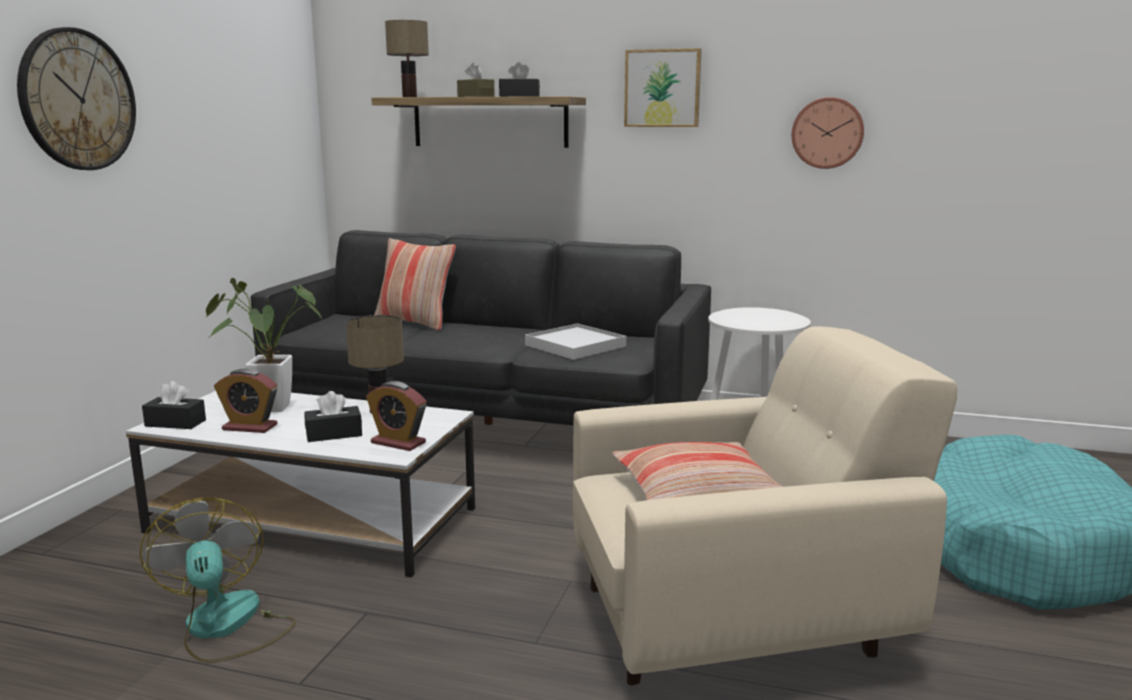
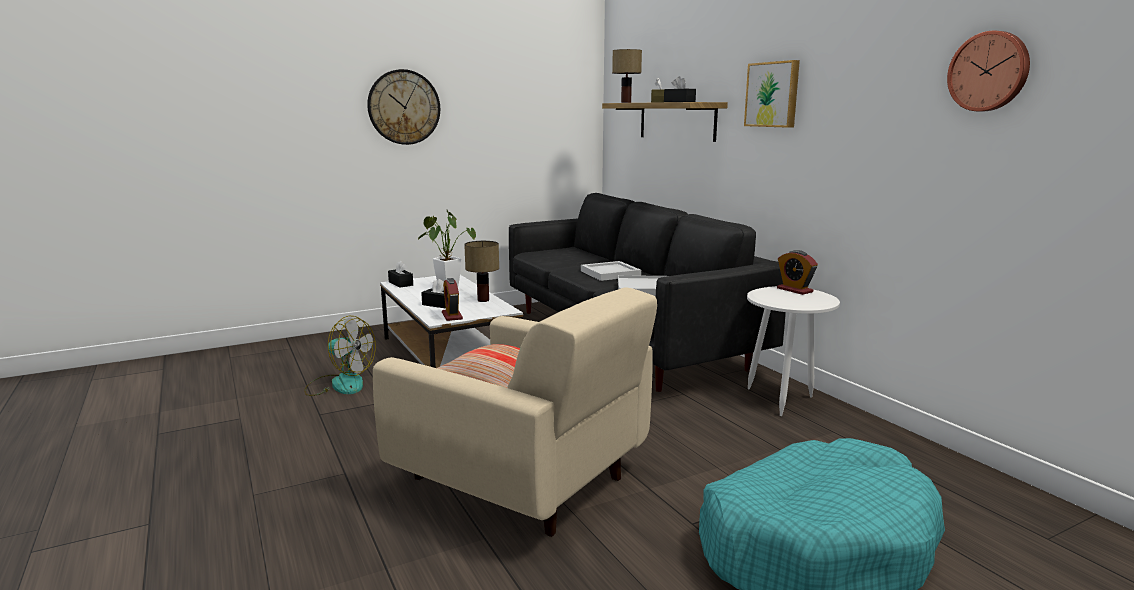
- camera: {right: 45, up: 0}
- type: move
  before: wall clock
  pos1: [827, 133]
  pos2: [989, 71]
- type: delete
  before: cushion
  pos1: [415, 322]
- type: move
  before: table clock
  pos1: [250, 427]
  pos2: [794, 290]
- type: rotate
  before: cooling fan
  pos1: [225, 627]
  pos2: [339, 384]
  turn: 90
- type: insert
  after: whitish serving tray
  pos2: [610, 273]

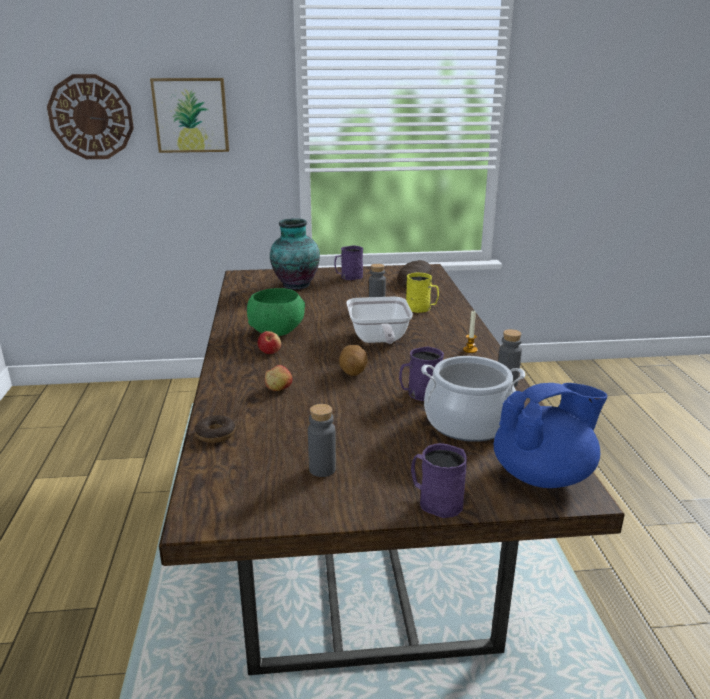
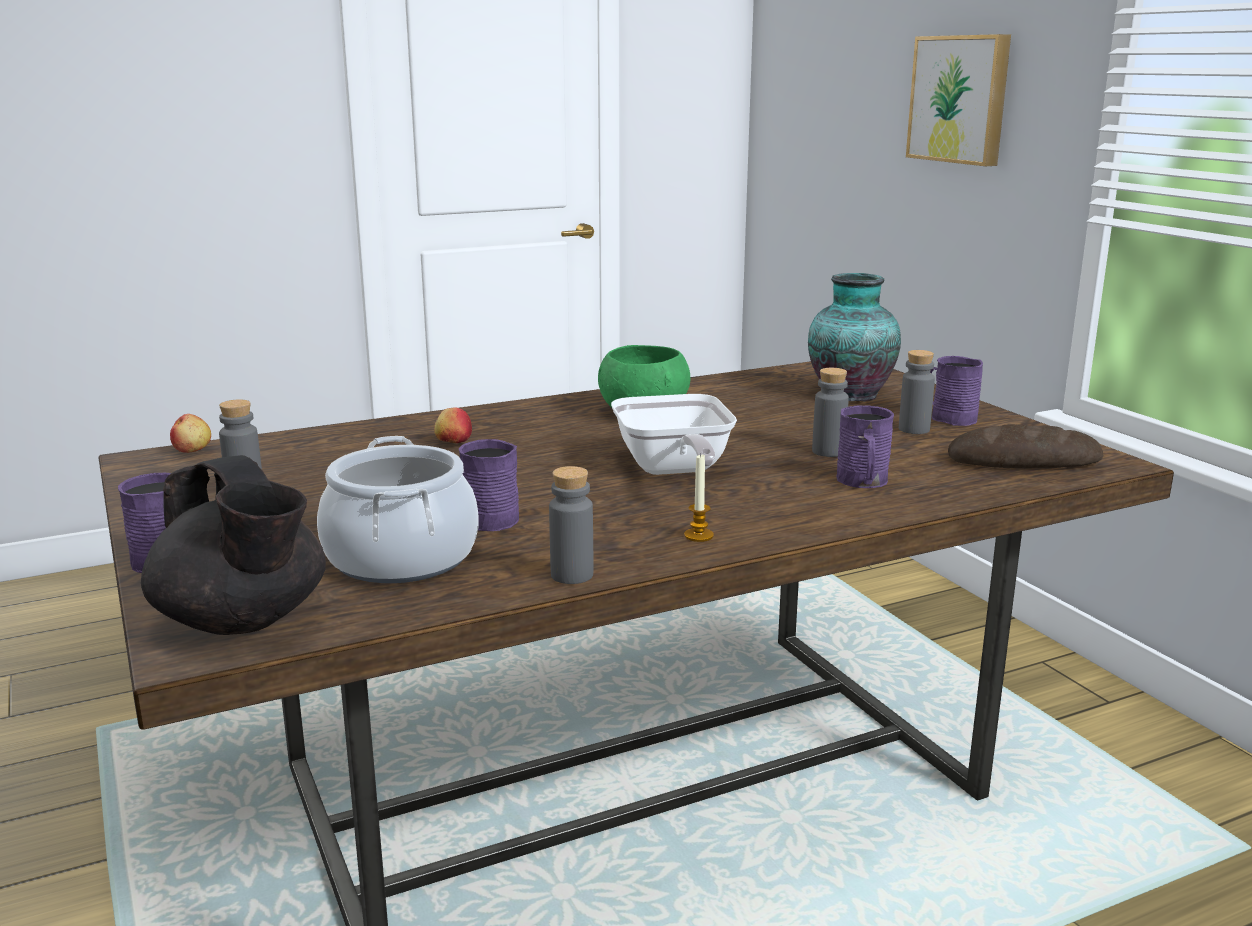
- camera: {right: 70, up: -5}
- type: delete
  before: wall clock
  pos1: [91, 117]
- type: recolor
  before: yellow mug
  after: purple-coloured mug
  pos1: [421, 308]
  pos2: [863, 482]
- type: rotate
  before: pan
  pos1: [378, 340]
  pos2: [673, 470]
  turn: -75
- type: move
  before: apple
  pos1: [270, 351]
  pos2: [193, 450]
- type: delete
  before: whole potato
  pos1: [353, 372]
- type: recolor
  before: blue-coloured tea pot
  after: blackish tea pot
  pos1: [543, 475]
  pos2: [243, 621]
- type: delete
  before: donut
  pos1: [215, 434]
- type: insert
  after: gray drink bottle
  pos2: [914, 429]

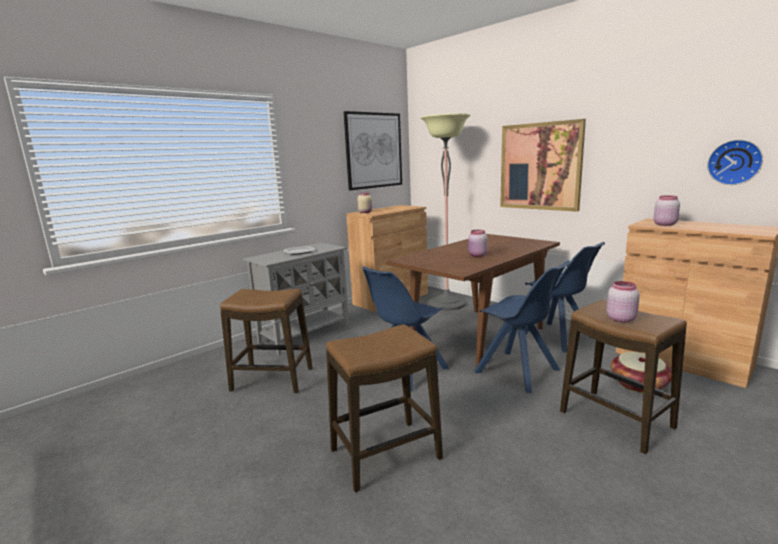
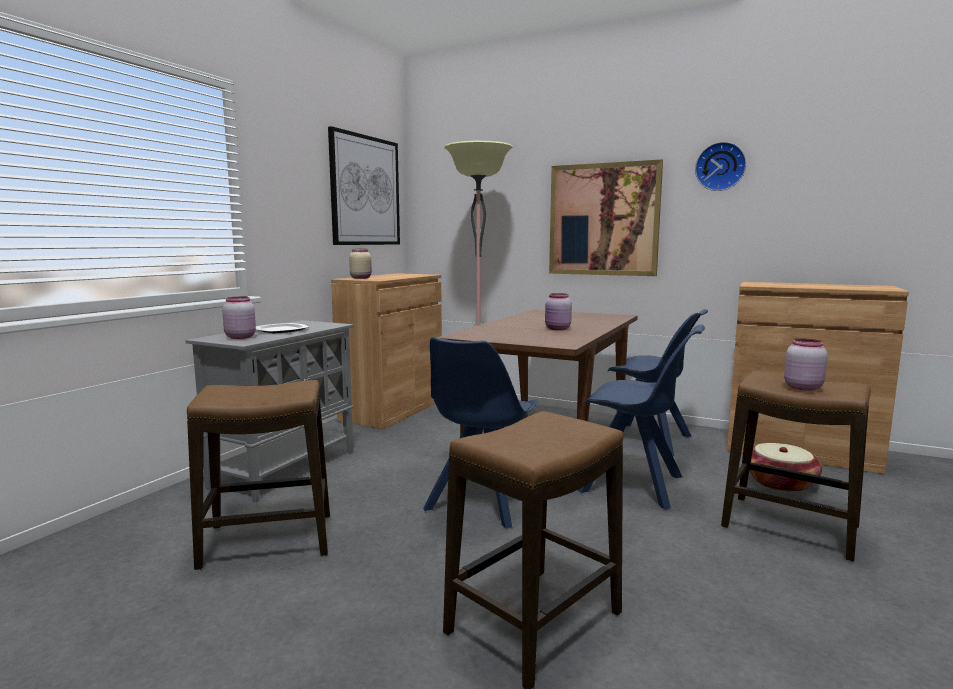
- camera: {right: -20, up: -5}
- type: move
  before: wall clock
  pos1: [734, 162]
  pos2: [720, 167]
- type: move
  before: pink storage jar
  pos1: [664, 224]
  pos2: [240, 337]

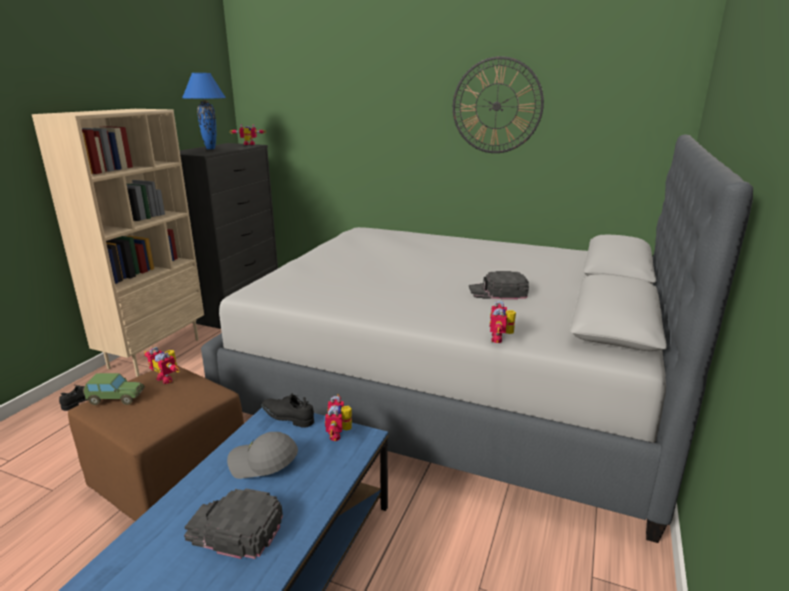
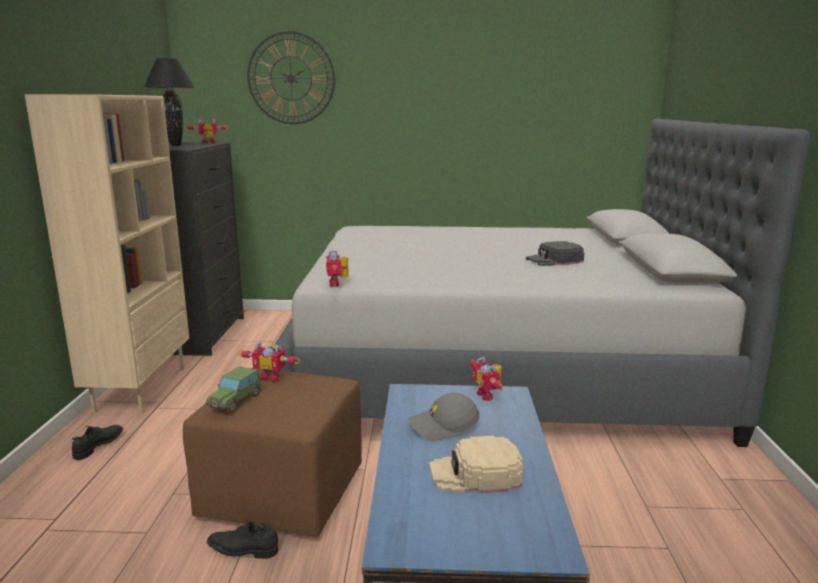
- camera: {right: -20, up: -5}
- type: move
  before: wall clock
  pos1: [496, 106]
  pos2: [291, 78]
- type: recolor
  before: blue-coloured table lamp
  after: blackish table lamp
  pos1: [210, 149]
  pos2: [175, 145]
- type: move
  before: model robot
  pos1: [501, 338]
  pos2: [337, 283]
- type: rotate
  before: model car
  pos1: [115, 398]
  pos2: [235, 401]
  turn: 135
- type: move
  before: blackish item of footwear
  pos1: [287, 417]
  pos2: [242, 550]
- type: recolor
  before: blackish peaked cap
  after: beige peaked cap
  pos1: [234, 528]
  pos2: [475, 474]

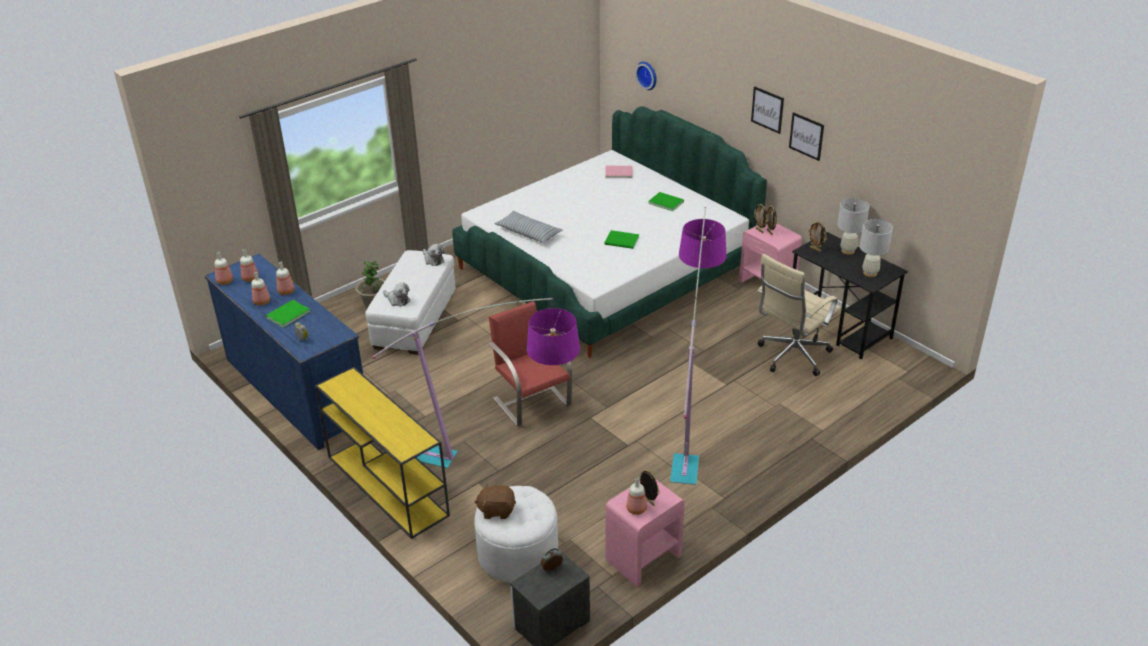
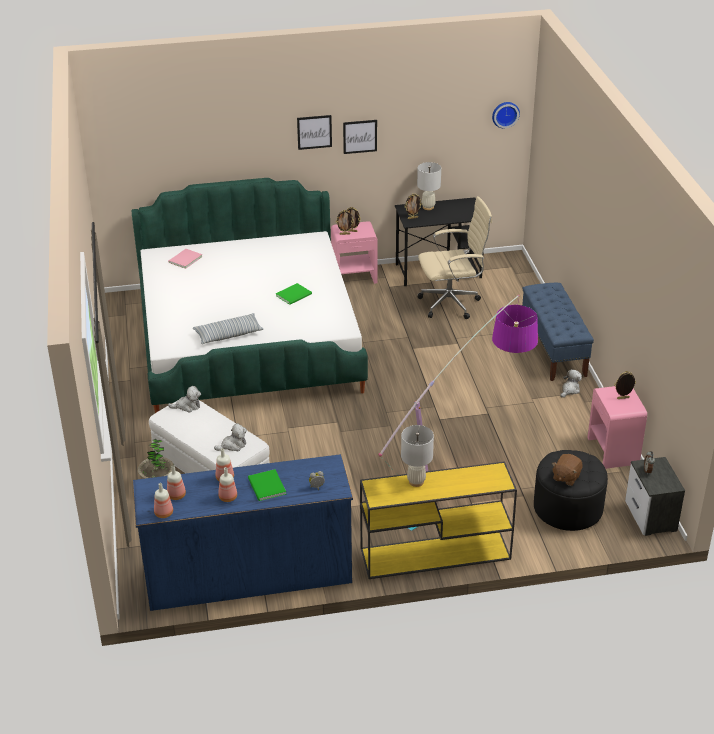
- camera: {right: -60, up: 0}
- type: move
  before: wall clock
  pos1: [648, 75]
  pos2: [505, 114]
- type: delete
  before: green volume
  pos1: [665, 202]
- type: delete
  before: floor lamp
  pos1: [690, 420]
- type: move
  before: whitish table lamp
  pos1: [870, 273]
  pos2: [416, 481]
- type: rotate
  before: beige office chair
  pos1: [791, 357]
  pos2: [452, 303]
  turn: -90
- type: delete
  before: red-coloured upright chair
  pos1: [531, 401]
- type: delete
  before: drink bottle
  pos1: [636, 508]
- type: recolor
  before: whitish pouffe
  after: blackish pouffe
  pos1: [518, 554]
  pos2: [568, 508]
- type: insert
  after: blue-coloured indoor bench
  pos2: [553, 349]
- type: insert
  after: plush toy
  pos2: [570, 390]

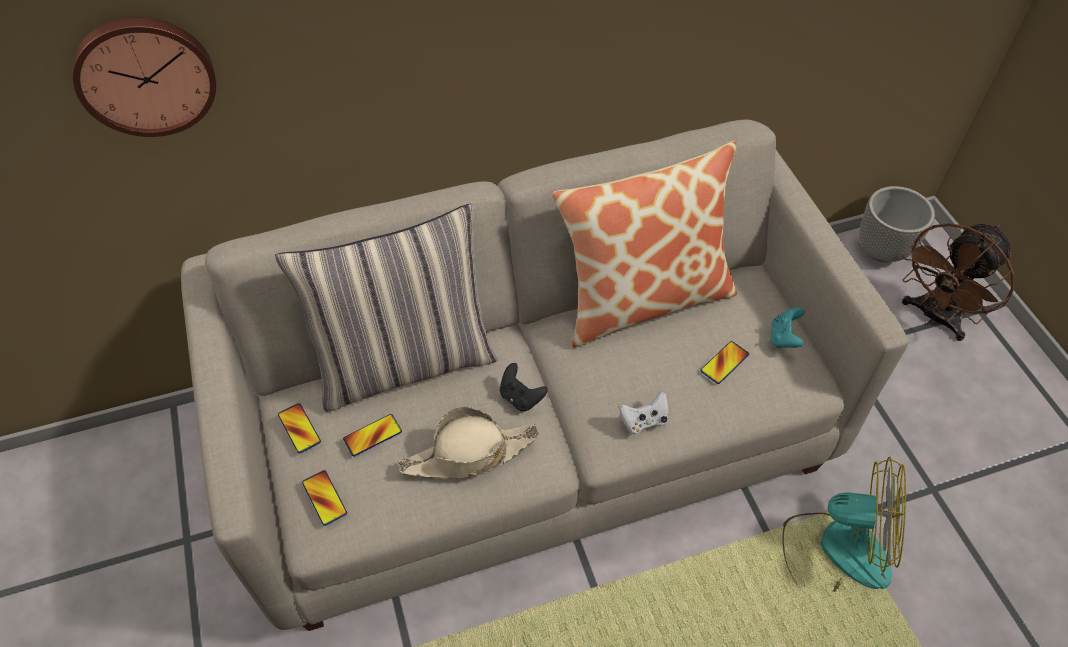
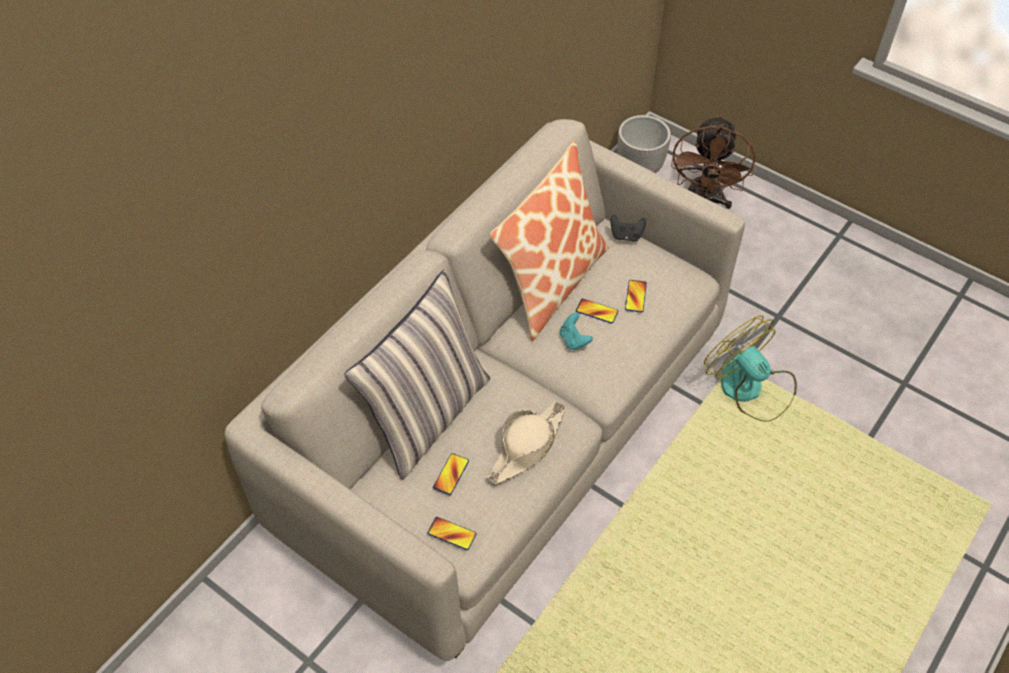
- camera: {right: -35, up: 0}
- type: delete
  before: wall clock
  pos1: [145, 74]
- type: move
  before: blue-green joypad
  pos1: [784, 338]
  pos2: [574, 340]
- type: move
  before: blackish joypad
  pos1: [520, 397]
  pos2: [626, 236]
- type: delete
  before: whitish joypad
  pos1: [643, 421]
- type: move
  before: phone
  pos1: [299, 428]
  pos2: [597, 311]
- type: rotate
  before: cooling fan
  pos1: [836, 549]
  pos2: [750, 388]
  turn: -105

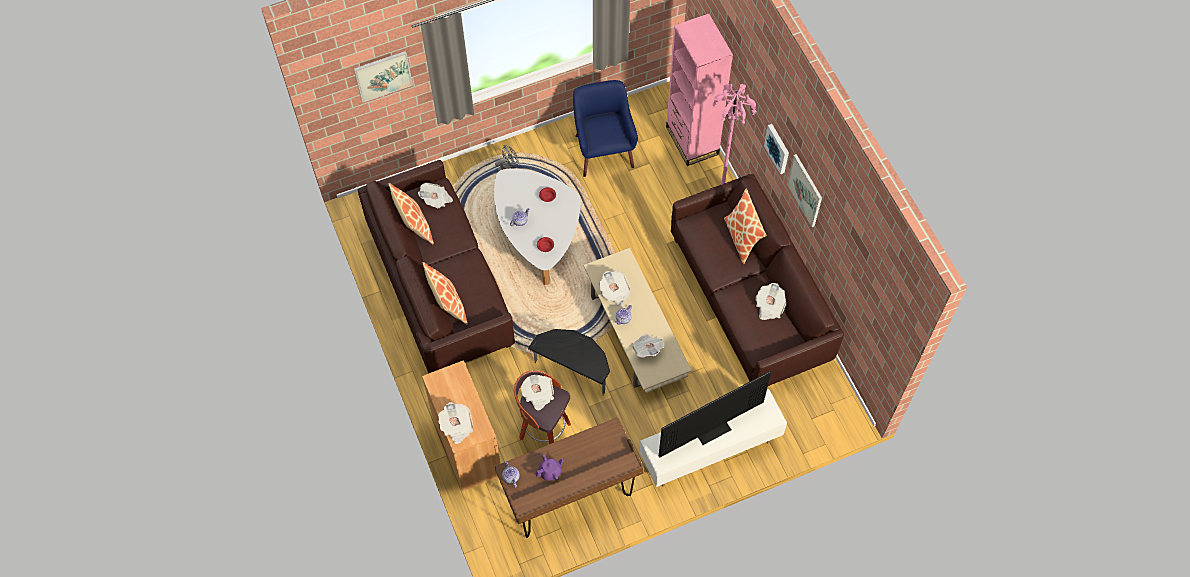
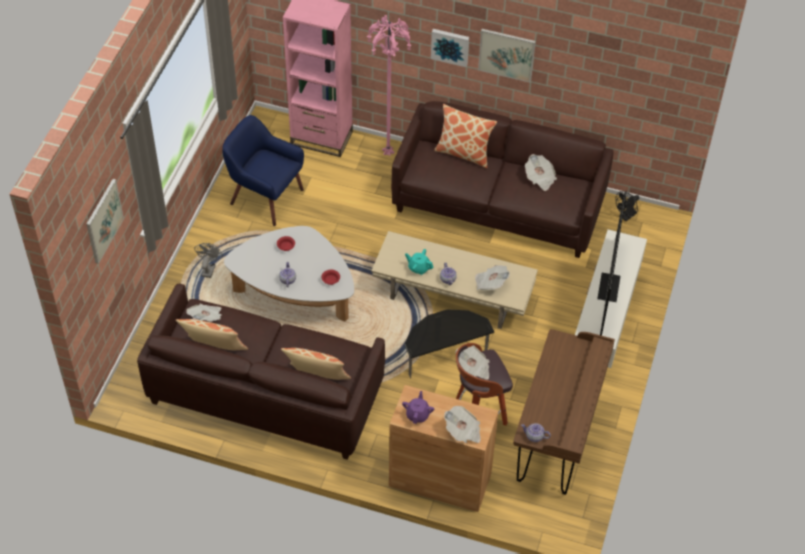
- camera: {right: -50, up: -10}
- type: replace
  before: printed paper
  after: blue-green tea pot
  pos1: [615, 292]
  pos2: [418, 268]
- type: move
  before: purple-coloured tea pot
  pos1: [550, 472]
  pos2: [418, 414]
- type: insert
  after: blackish cooling fan
  pos2: [626, 216]

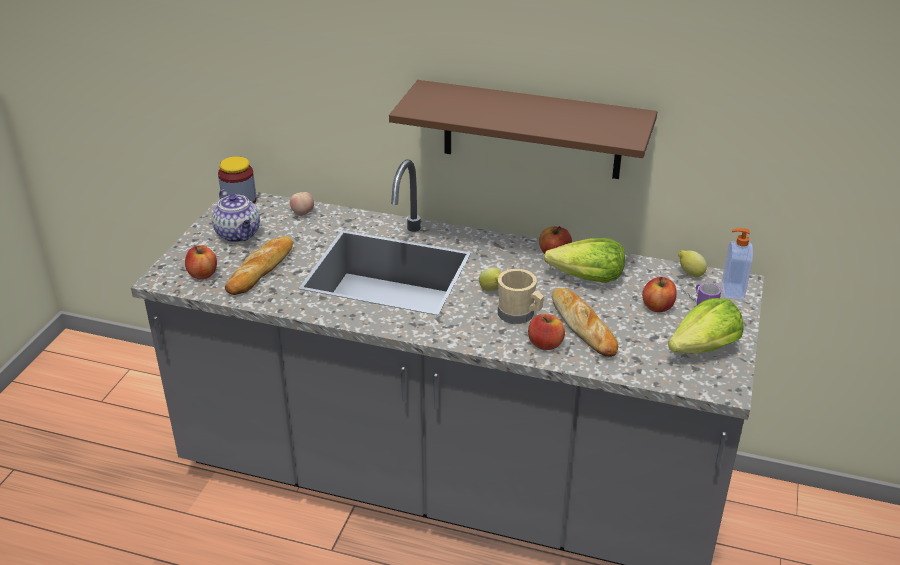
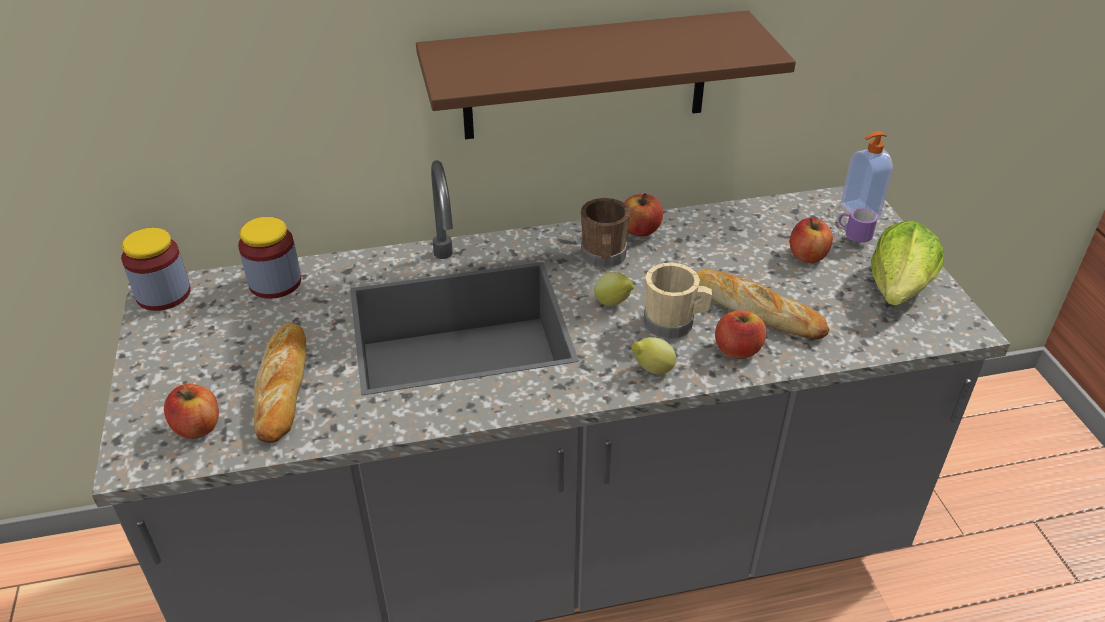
- camera: {right: -30, up: 5}
- type: delete
  before: tea pot
  pos1: [239, 235]
- type: replace
  before: apple
  after: storage jar
  pos1: [303, 214]
  pos2: [275, 282]
- type: delete
  before: head of lettuce
  pos1: [587, 278]
- type: move
  before: citrus fruit
  pos1: [690, 274]
  pos2: [652, 370]
- type: insert
  after: brown mug
  pos2: [603, 258]

